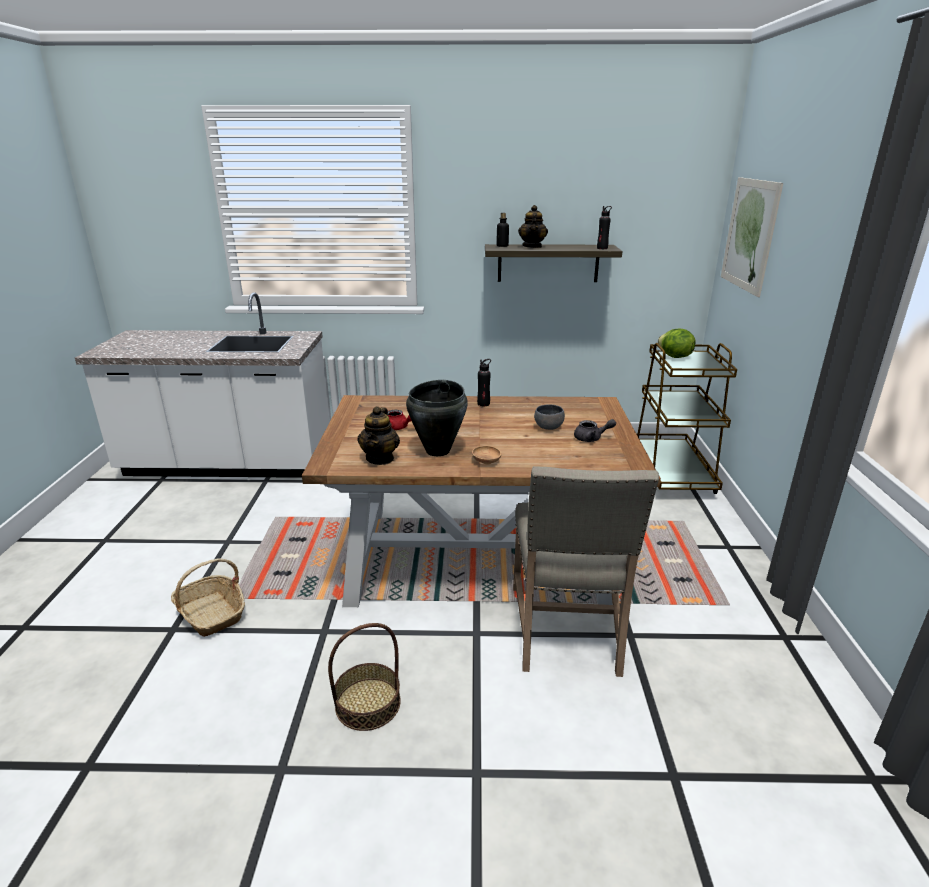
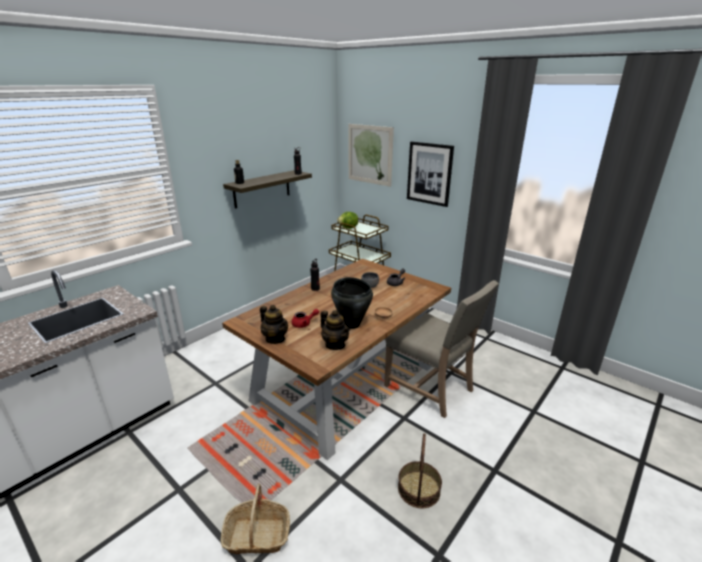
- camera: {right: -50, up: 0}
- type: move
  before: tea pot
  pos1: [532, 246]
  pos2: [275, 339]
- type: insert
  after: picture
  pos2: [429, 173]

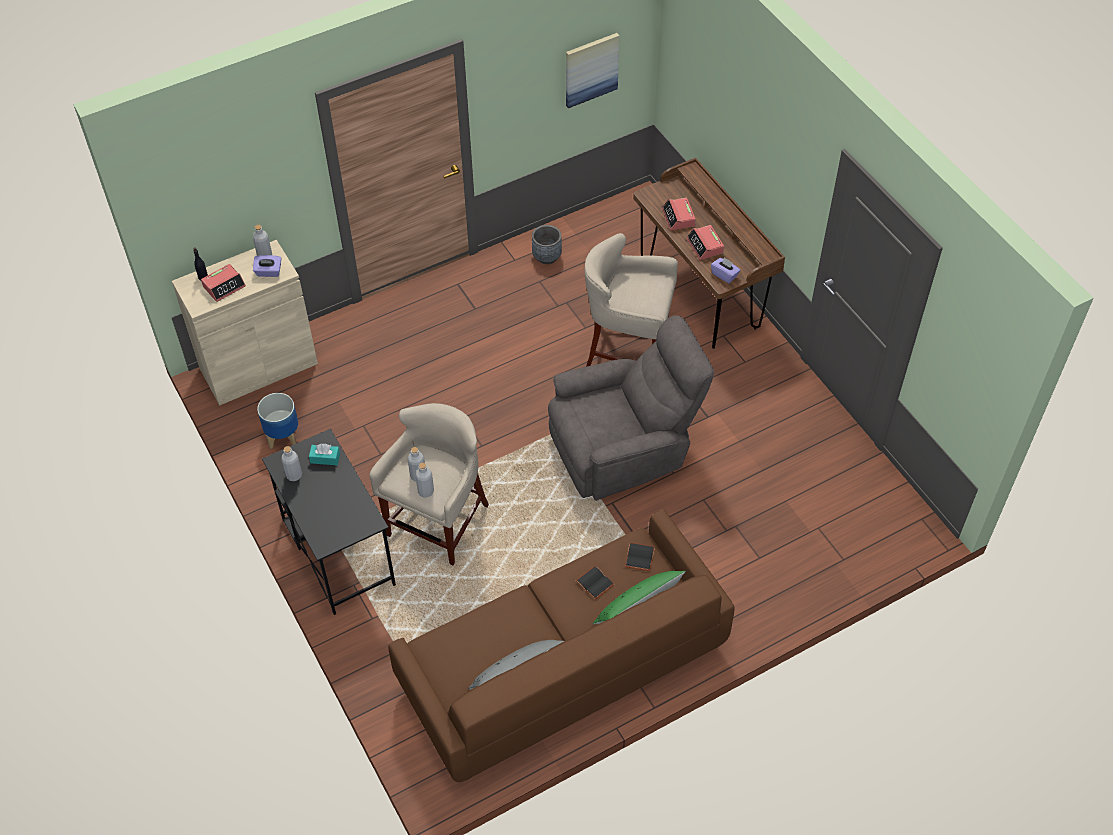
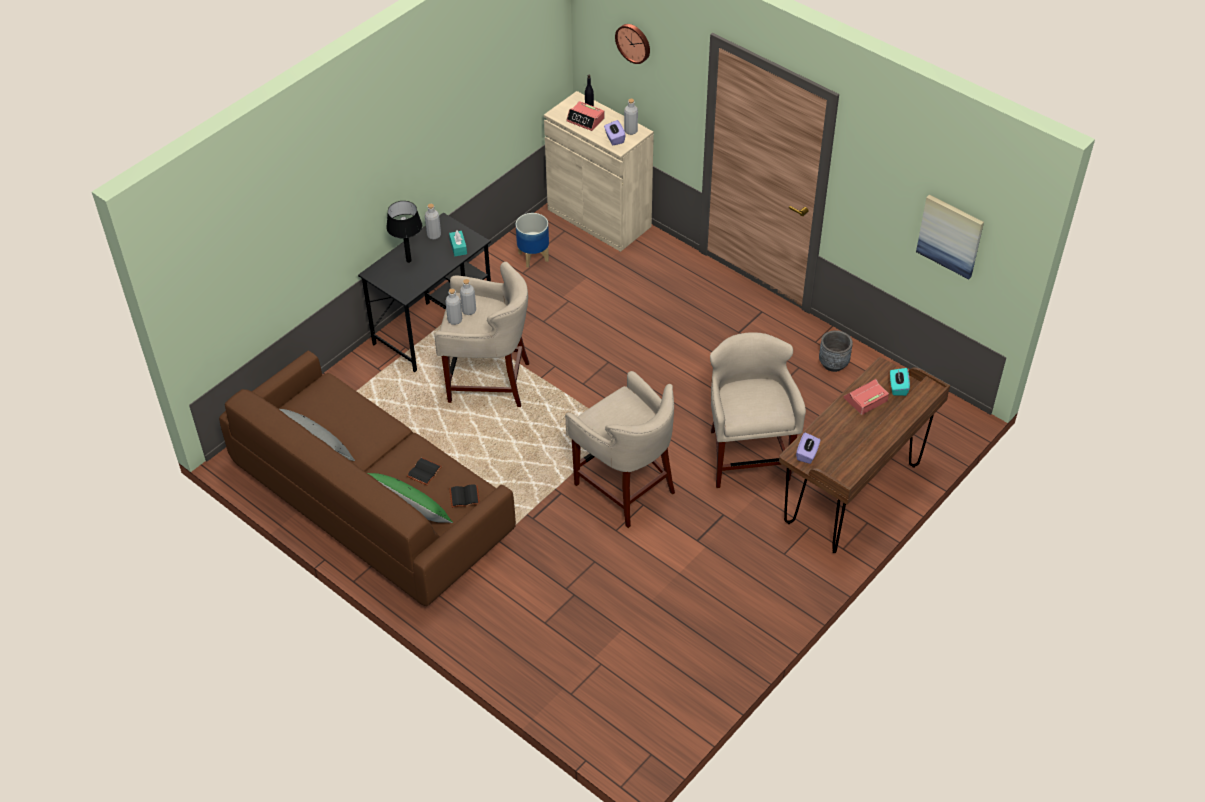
- camera: {right: 70, up: -5}
- type: delete
  before: table clock
  pos1: [705, 246]
- type: replace
  before: gray easy chair
  after: beige stool seat
  pos1: [624, 450]
  pos2: [625, 486]
- type: insert
  after: wall clock
  pos2: [634, 42]
- type: insert
  after: blackish table lamp
  pos2: [408, 260]
- type: insert
  after: blue-green tissue holder
  pos2: [898, 387]

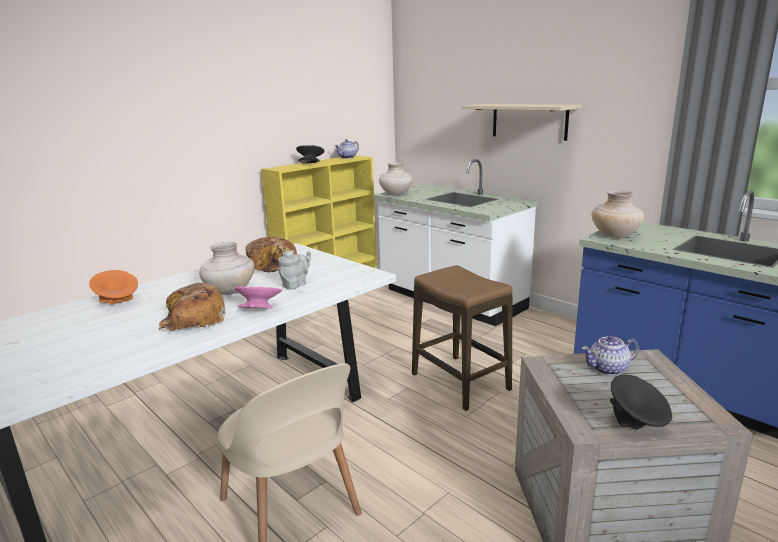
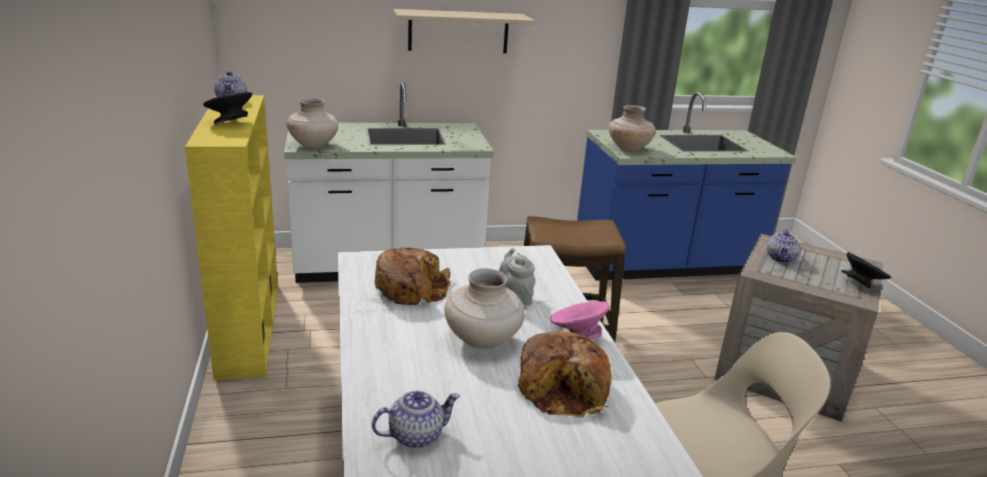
- camera: {right: -60, up: 5}
- type: replace
  before: orange serving bowl
  after: tea pot
  pos1: [118, 302]
  pos2: [416, 435]

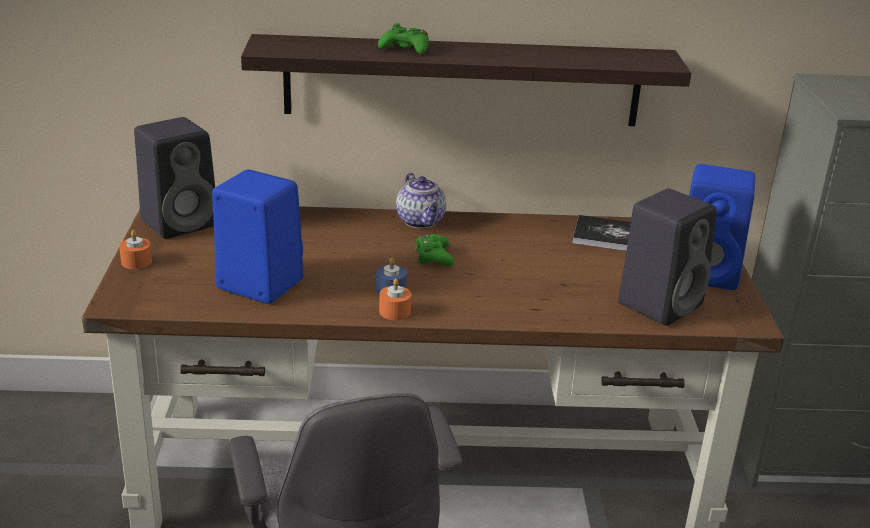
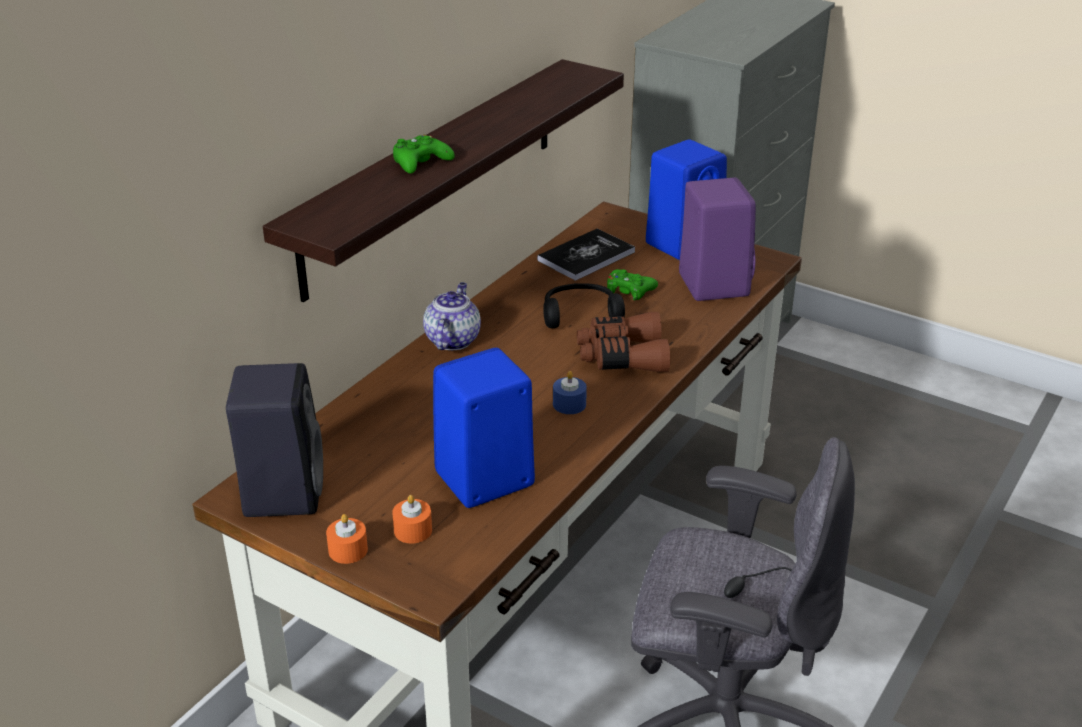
- camera: {right: -55, up: 5}
- type: rotate
  before: tea pot
  pos1: [421, 222]
  pos2: [452, 339]
  turn: -90
- type: recolor
  before: blackish speaker
  after: purple-coloured speaker
  pos1: [661, 303]
  pos2: [712, 283]
- type: move
  before: green joypad
  pos1: [433, 257]
  pos2: [629, 290]
- type: move
  before: orange wax light
  pos1: [395, 311]
  pos2: [413, 530]
- type: insert
  after: blackish headset
  pos2: [580, 314]
- type: insert
  after: brown pair of binoculars
  pos2: [622, 356]

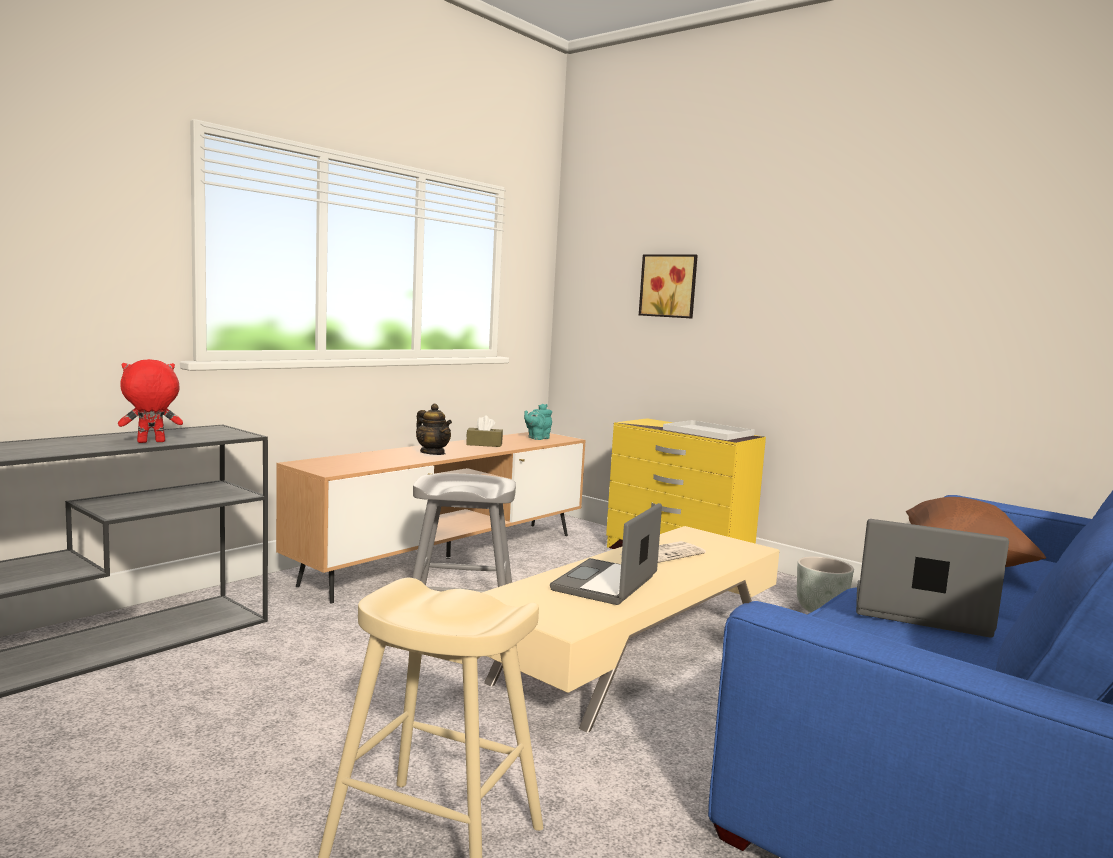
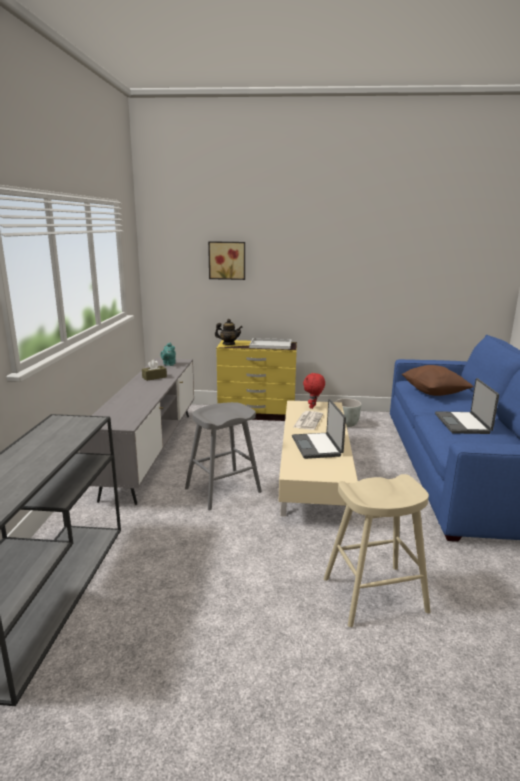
- camera: {right: -35, up: 10}
- type: move
  before: red-coloured plush toy
  pos1: [150, 442]
  pos2: [313, 407]
- type: move
  before: tea pot
  pos1: [433, 453]
  pos2: [228, 344]
- type: recolor
  before: brown tv unit
  after: gray tv unit
  pos1: [448, 558]
  pos2: [151, 452]
- type: rotate
  before: portable computer
  pos1: [920, 612]
  pos2: [463, 424]
  turn: -75

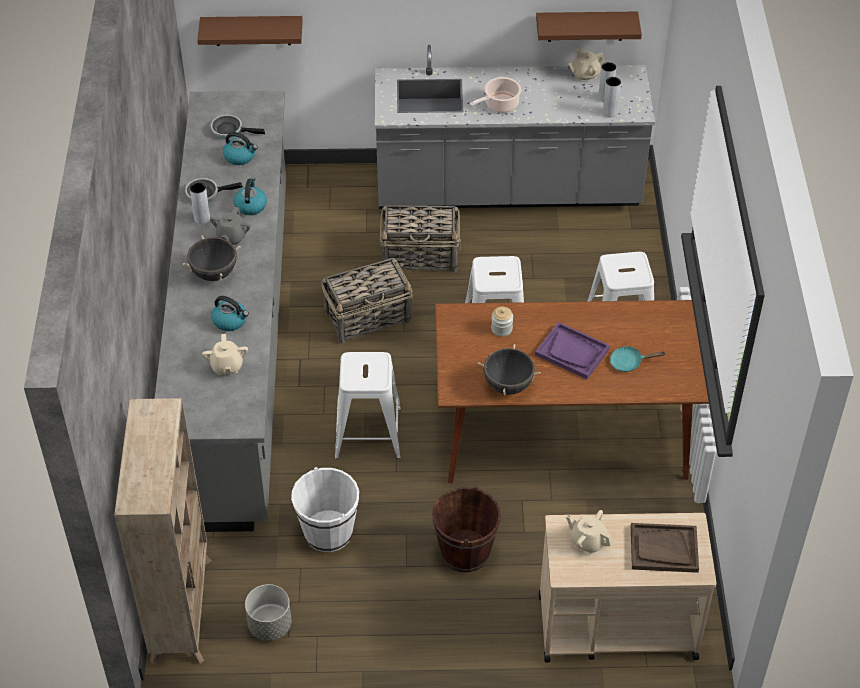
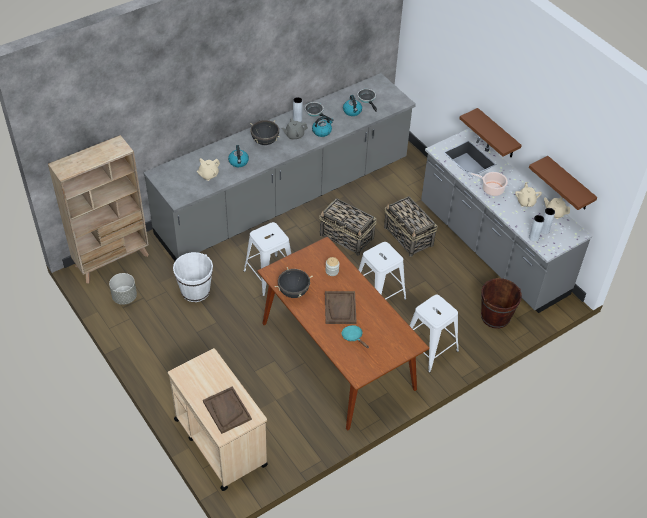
- camera: {right: 55, up: 0}
- type: move
  before: brown wall shelf
  pos1: [252, 30]
  pos2: [497, 134]
- type: recolor
  before: purple-coloured serving tray
  after: brown serving tray
  pos1: [572, 352]
  pos2: [340, 308]
- type: move
  before: brown water bucket
  pos1: [465, 552]
  pos2: [495, 317]
- type: move
  before: beige tea pot
  pos1: [588, 541]
  pos2: [526, 202]

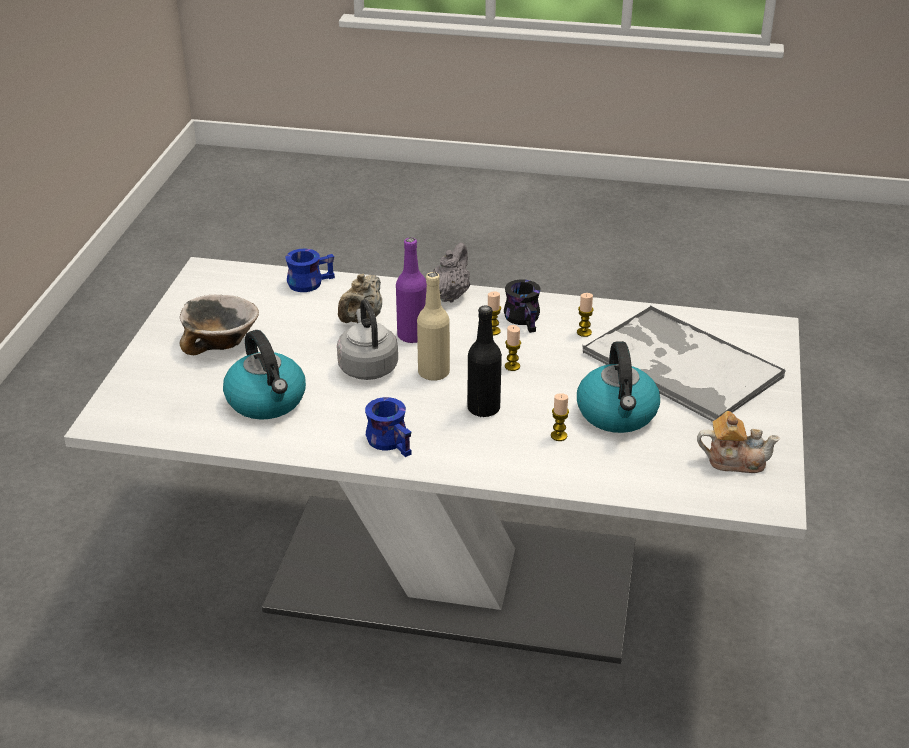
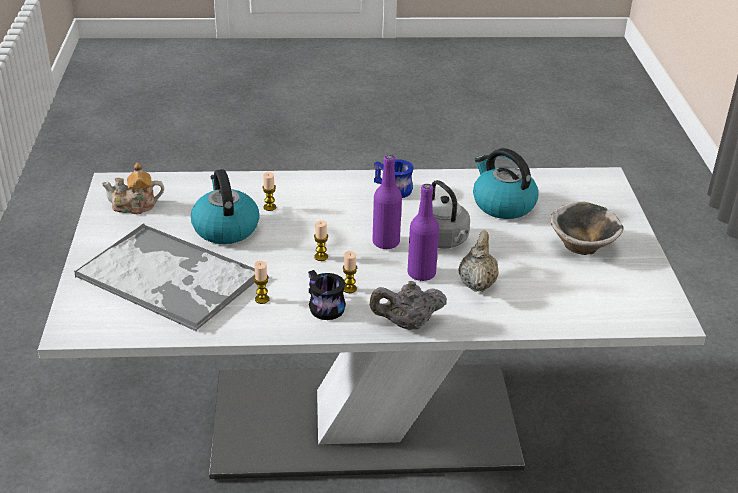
- camera: {right: 165, up: 0}
- type: rotate
  before: gray tea pot
  pos1: [450, 295]
  pos2: [407, 324]
  turn: 75
- type: delete
  before: blue-coloured mug
  pos1: [309, 281]
- type: recolor
  before: beige drink bottle
  after: purple-coloured drink bottle
  pos1: [433, 373]
  pos2: [386, 242]
- type: delete
  before: blackish drink bottle
  pos1: [483, 408]

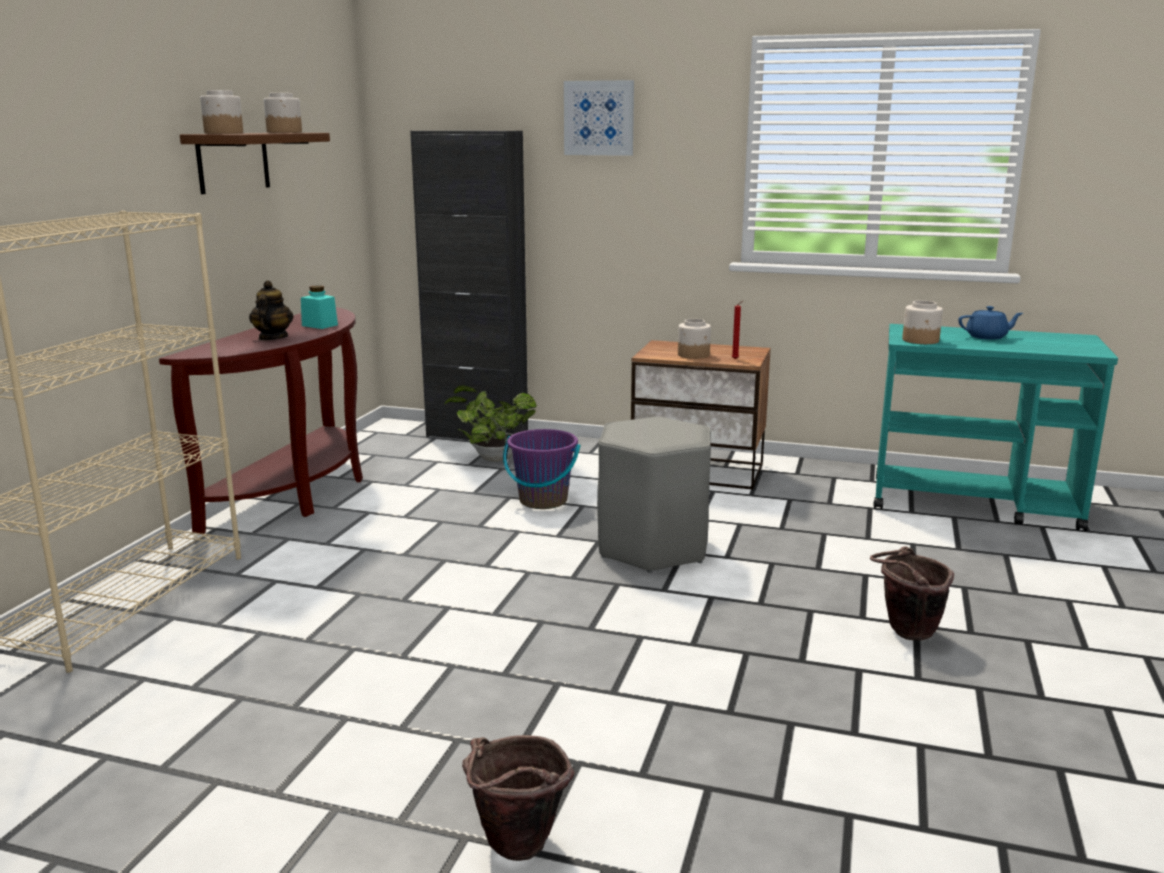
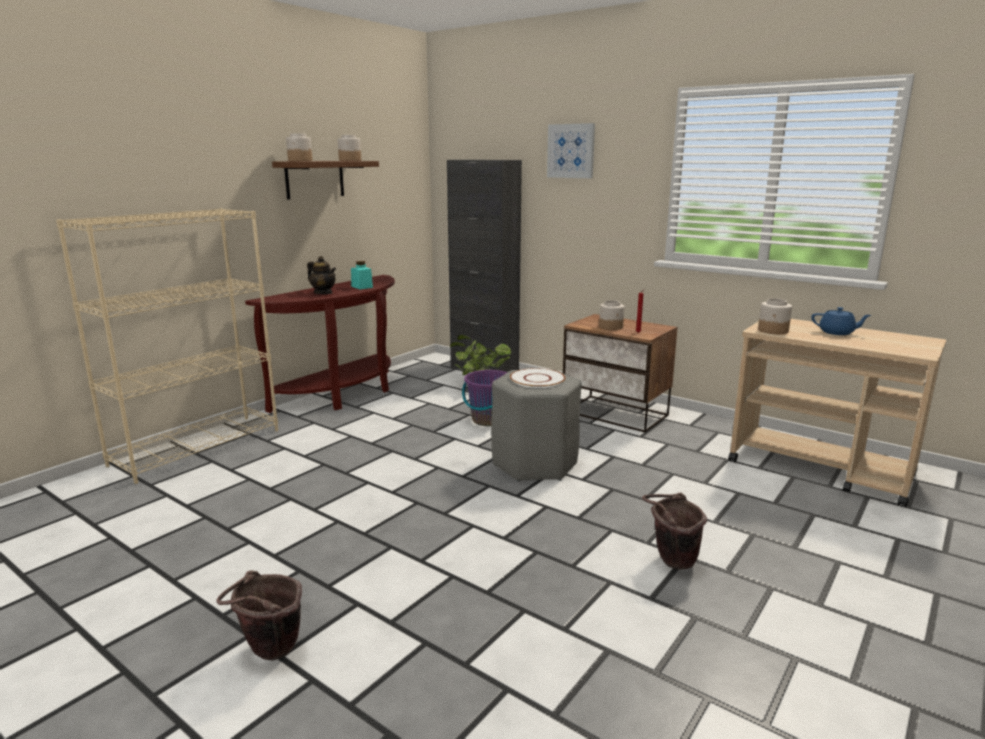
- camera: {right: 20, up: 0}
- type: rotate
  before: tea pot
  pos1: [272, 338]
  pos2: [323, 293]
  turn: 105
- type: recolor
  before: blue-green trolley
  after: beige trolley
  pos1: [975, 503]
  pos2: [821, 469]
- type: insert
  after: whitish flat dish
  pos2: [537, 379]

